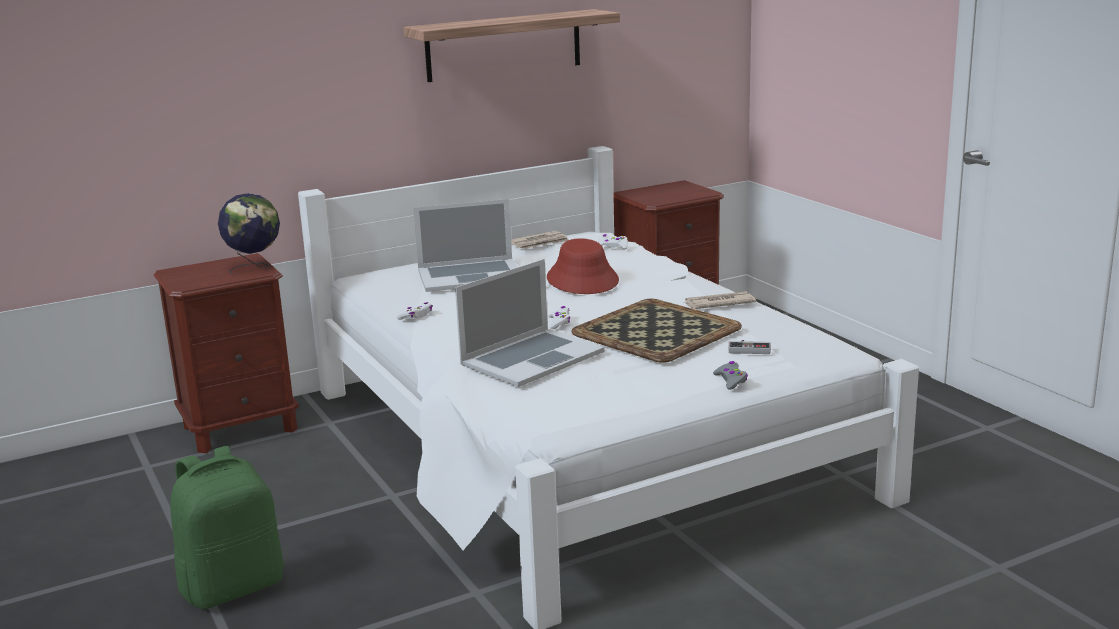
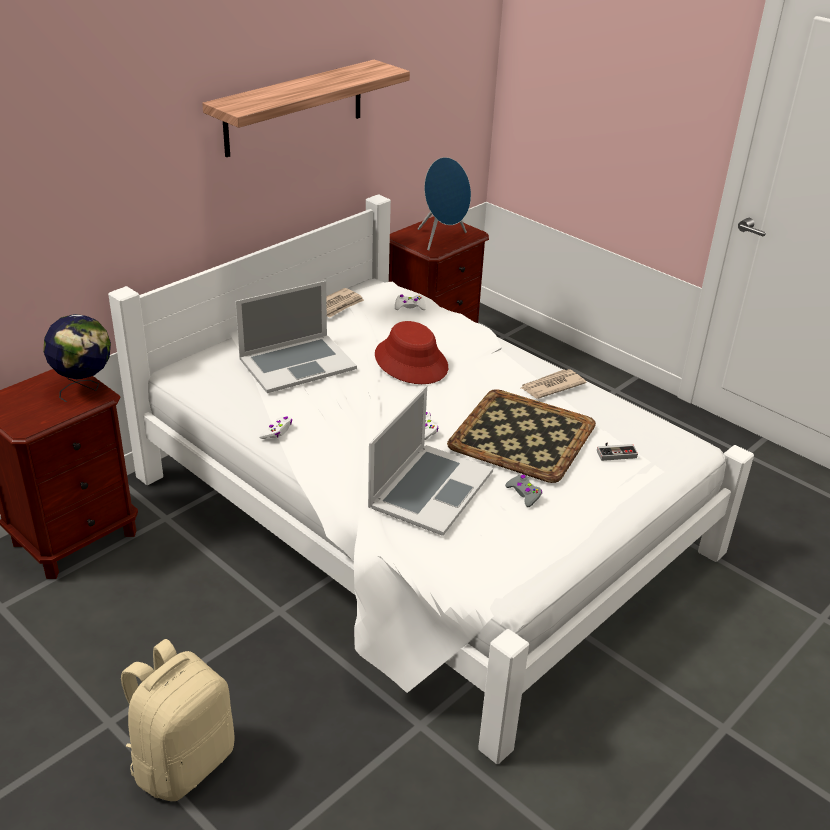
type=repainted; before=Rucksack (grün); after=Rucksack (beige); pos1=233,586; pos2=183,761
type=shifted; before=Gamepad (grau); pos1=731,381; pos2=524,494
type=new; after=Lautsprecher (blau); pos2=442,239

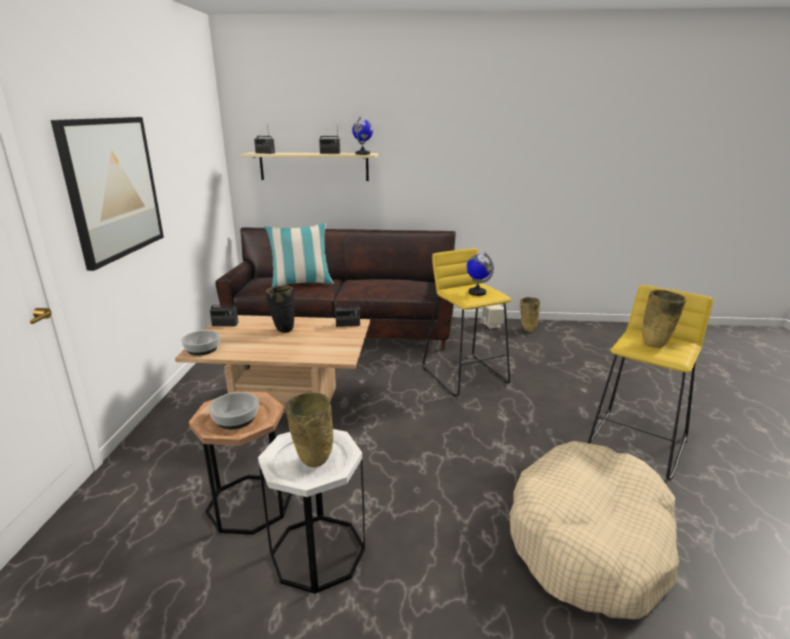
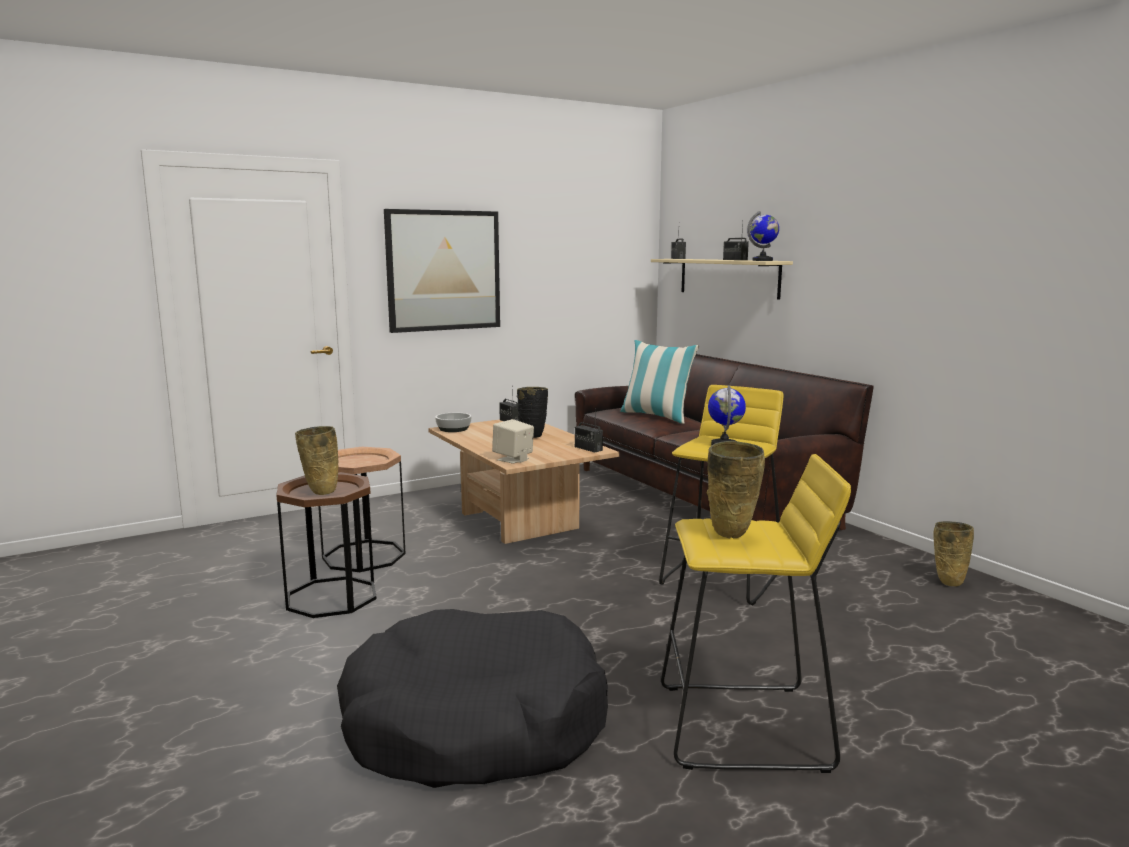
type=gone; before=Schüssel; pos1=236,418
type=repainted; before=Beistelltisch (weiß); after=Beistelltisch (braun); pos1=318,552; pos2=331,597
type=shifted; before=Lautsprecher (beige); pos1=492,325; pos2=513,459
type=repainted; before=Hundebett (beige); after=Hundebett (schwarz); pos1=590,541; pos2=474,723

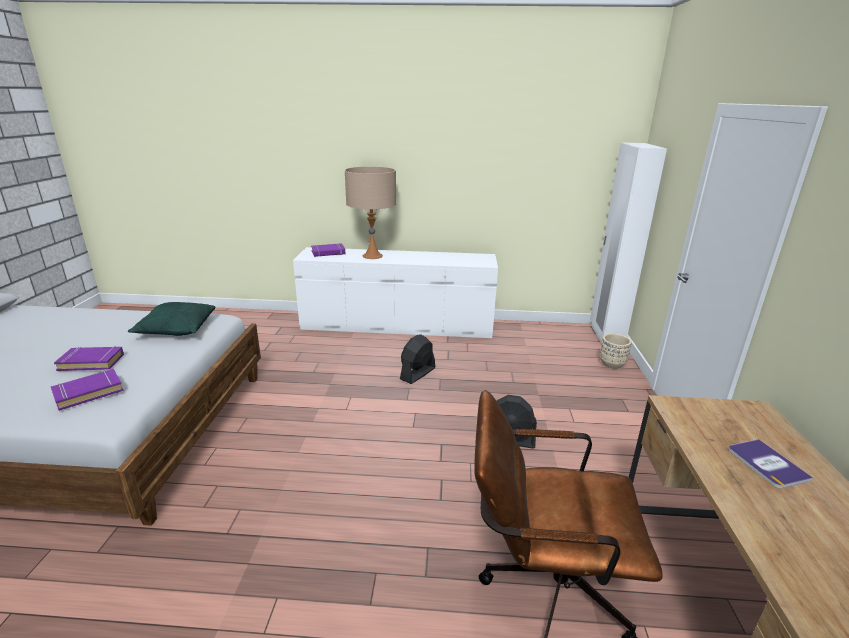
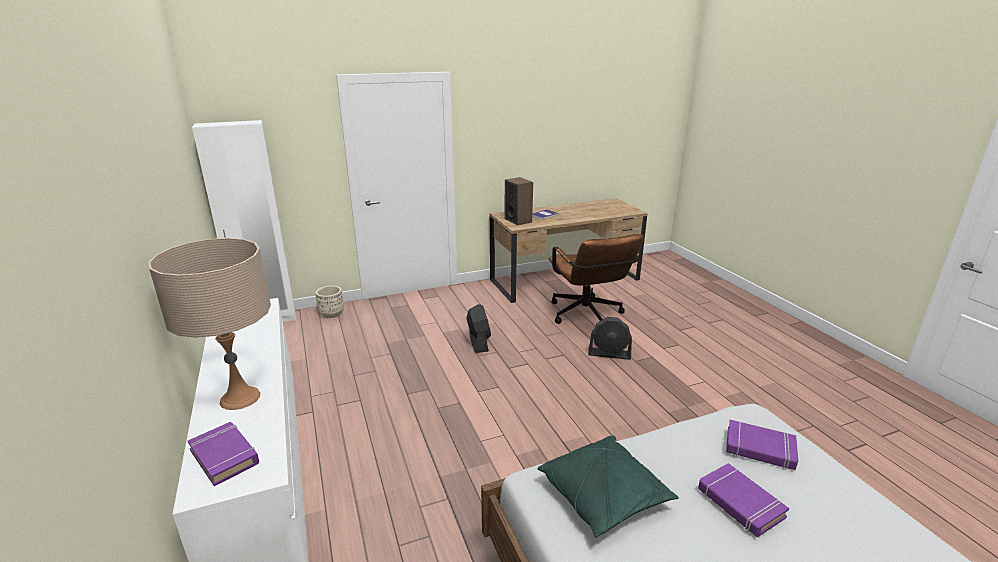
type=shifted; before=Ventilator (schwarz); pos1=417,373; pos2=609,354
type=new; after=Lautsprecher; pos2=518,220

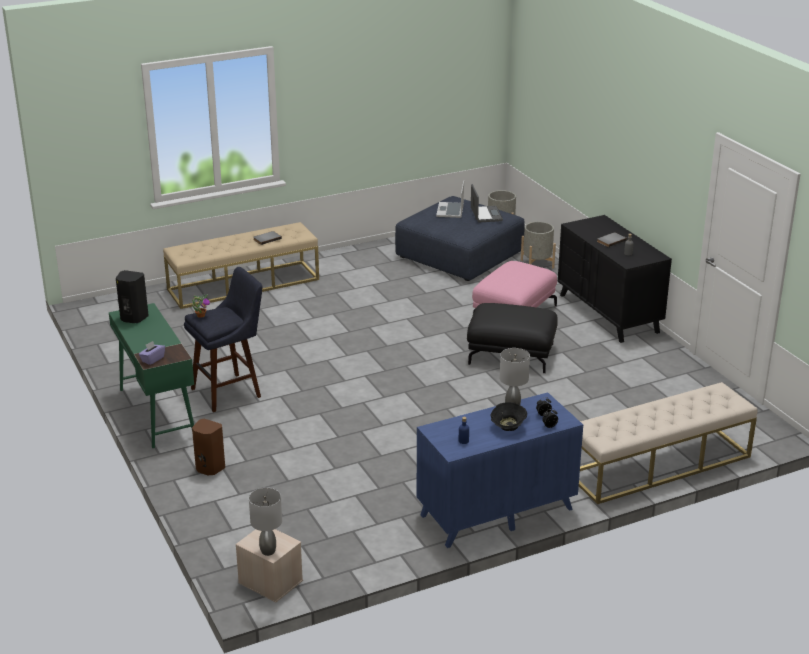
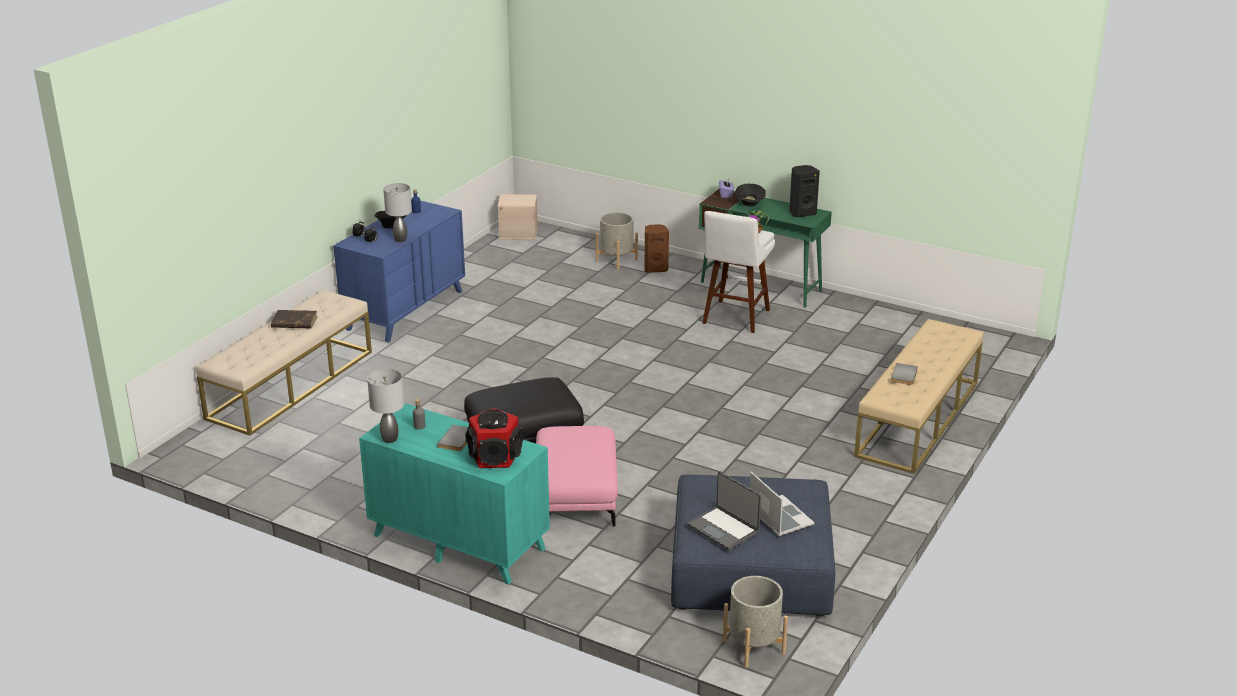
type=repainted; before=Hocker (blau); after=Hocker (weiß); pos1=230,391; pos2=734,318
type=shifted; before=Tischlampe (grau); pos1=268,551; pos2=389,439
type=shifted; before=Pflanzkübel (grau); pos1=537,264; pos2=616,260
type=repainted; before=Kommode (schwarz); after=Kommode (türkis); pos1=609,313; pos2=458,541
type=new; after=Buch (braun); pos2=294,322
type=new; after=Lautsprecher; pos2=495,456
type=new; after=Schüssel (schwarz); pos2=750,204

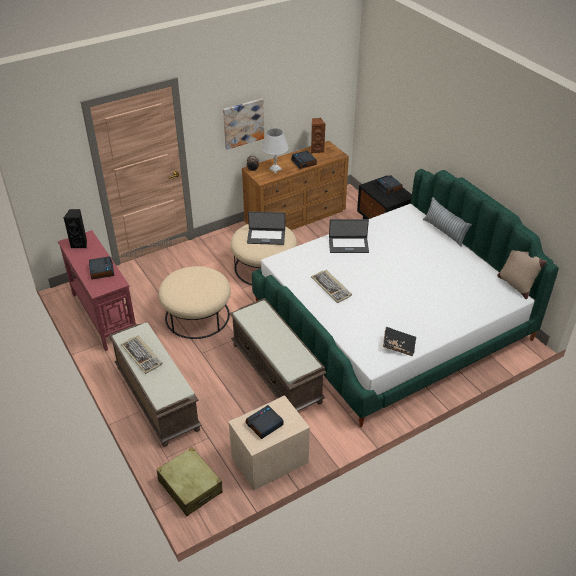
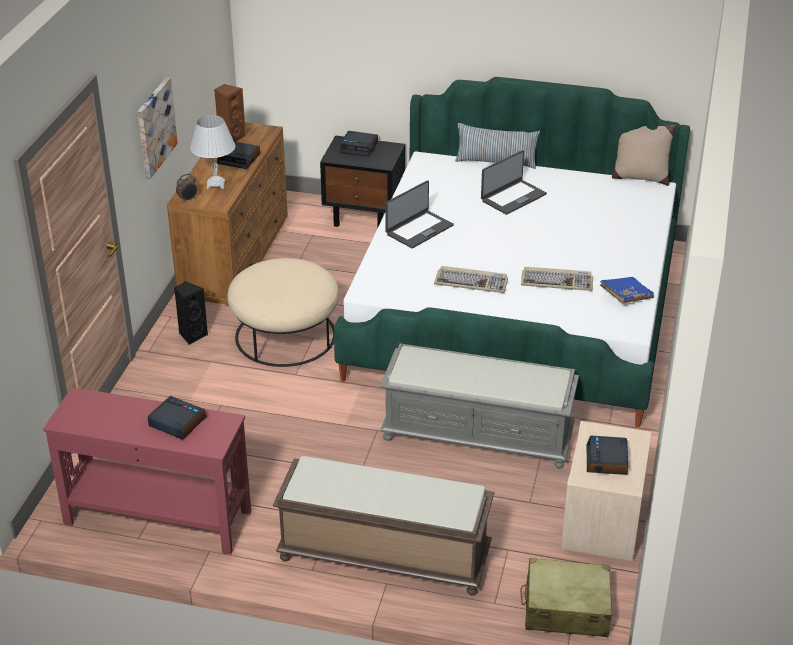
type=shifted; before=Lautsprecher (schwarz); pos1=80,244; pos2=192,335
type=shifted; before=Tastatur; pos1=142,355; pos2=557,281
type=gone; before=Polsterhocker (beige); pos1=197,315
type=repainted; before=Bank (braun); after=Bank (grau); pos1=277,373; pos2=478,435
type=shifted; before=Laptop; pos1=266,237; pos2=513,197
type=repainted; before=Buch (schwarz); after=Buch (blau); pos1=398,345; pos2=626,296

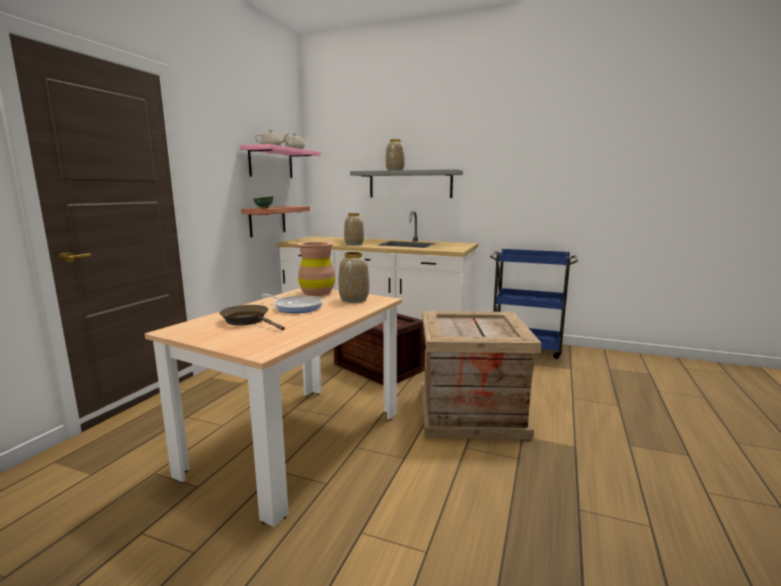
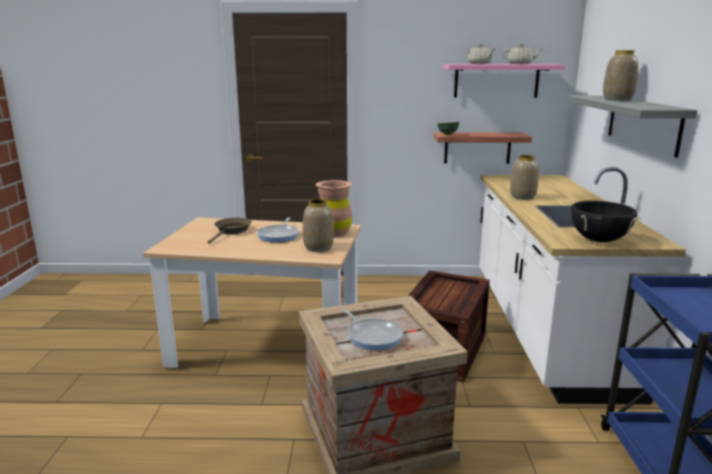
type=new; after=Pfanne; pos2=373,336
type=new; after=Kochtopf (schwarz); pos2=599,240

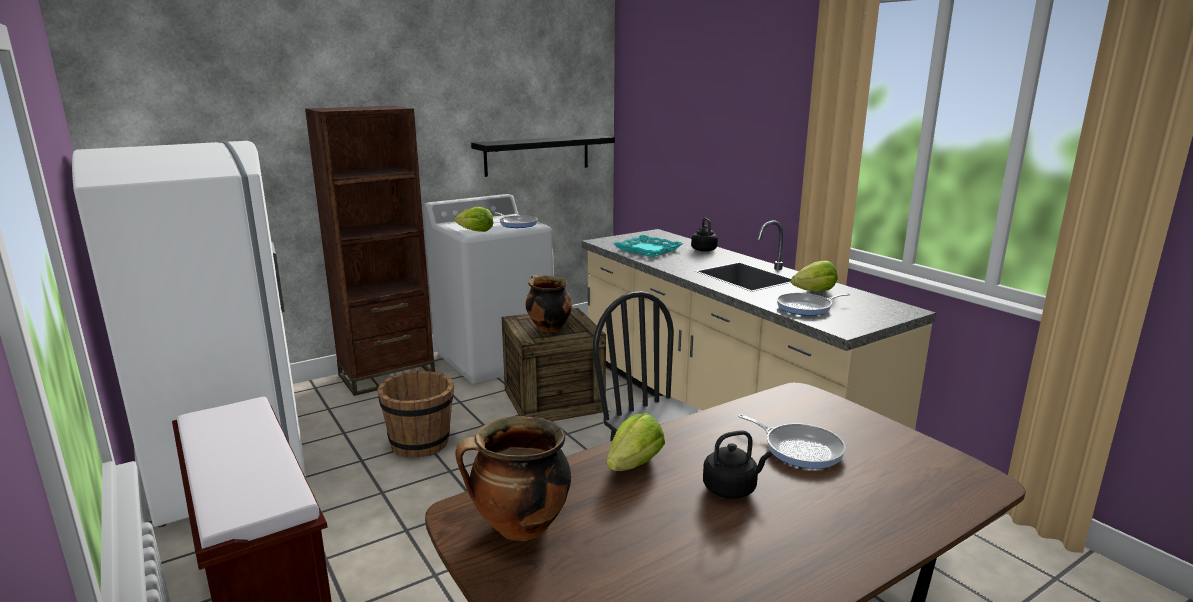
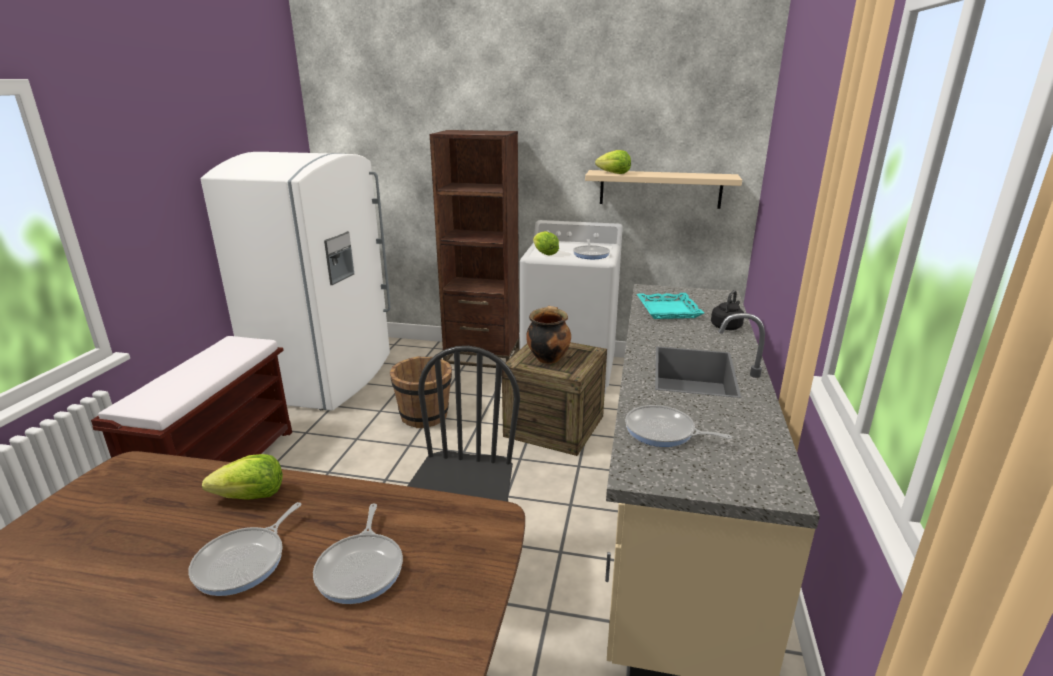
type=gone; before=Kochtopf; pos1=519,528
type=repainted; before=Wandregal (schwarz); after=Wandregal (beige); pos1=537,155; pos2=660,189
type=swapped; before=Wasserkessel (schwarz); after=Pfanne; pos1=732,488; pos2=244,562
type=shifted; before=Salatkopf; pos1=814,291; pos2=614,173

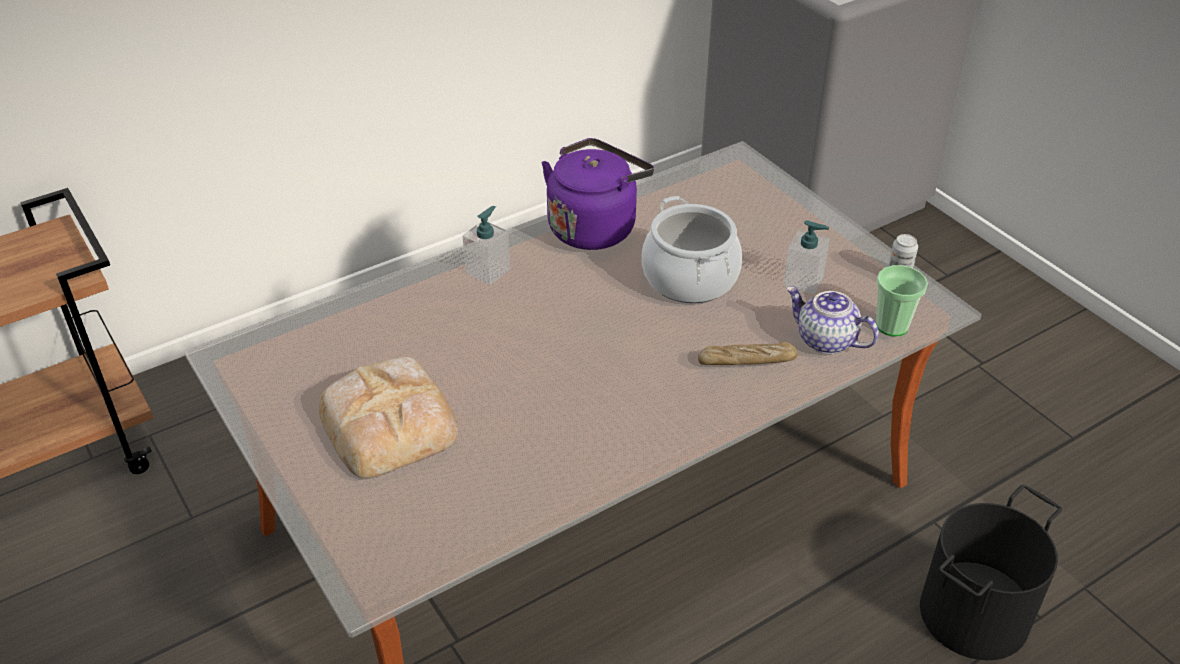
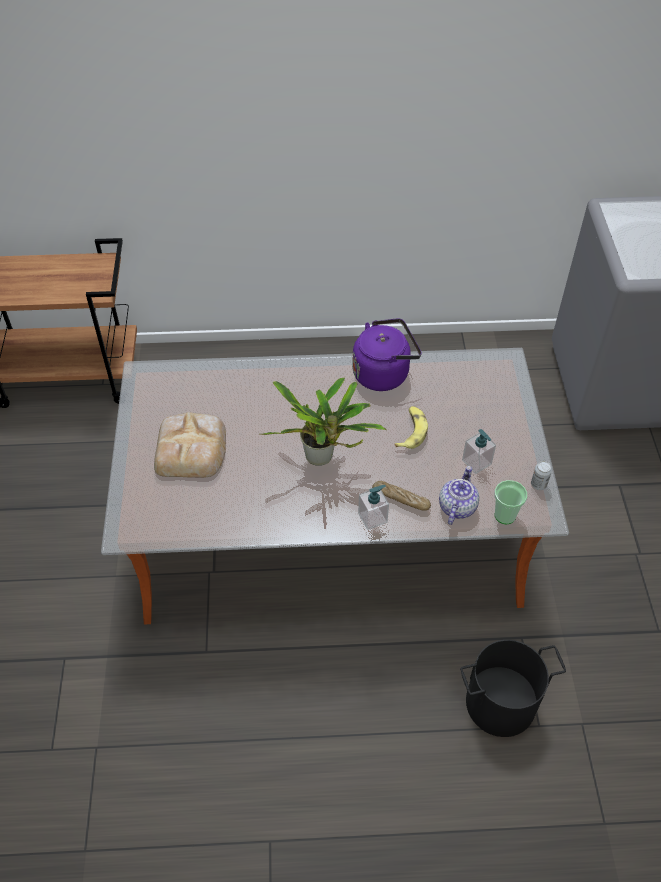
type=shifted; before=Seifenspender; pos1=488,271; pos2=372,517
type=swapped; before=Kochtopf; after=Banane; pos1=689,278; pos2=411,431
type=rotated; before=Teekanne; pos1=825,340; pos2=456,506; turn=45
type=new; after=Topfpflanze; pos2=322,459

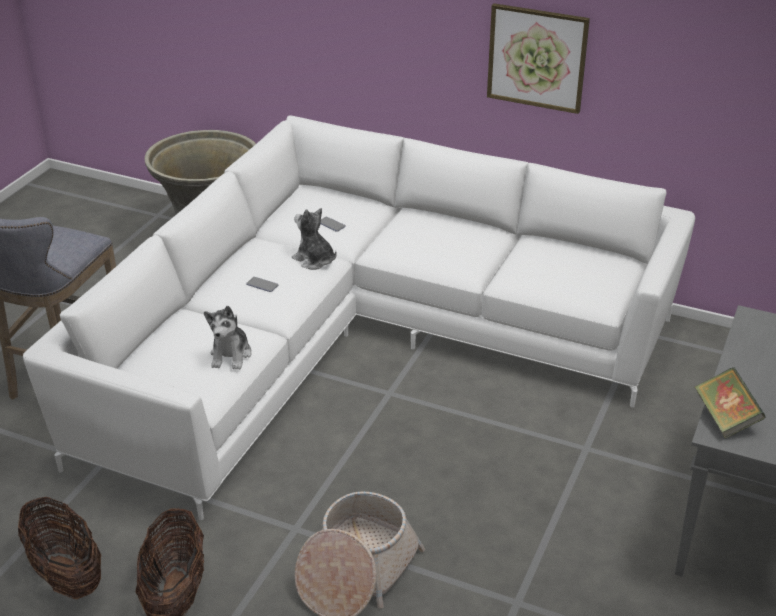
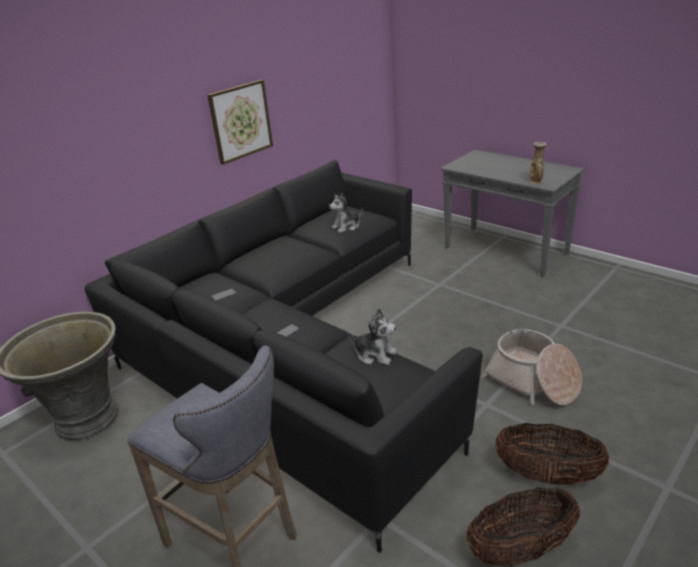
type=repainted; before=Sofa (weiß); after=Sofa (schwarz); pos1=359,342; pos2=292,352
type=shifted; before=Plüschtier; pos1=314,260; pos2=346,227
type=swapped; before=Buch; after=Vase; pos1=725,418; pos2=536,182

